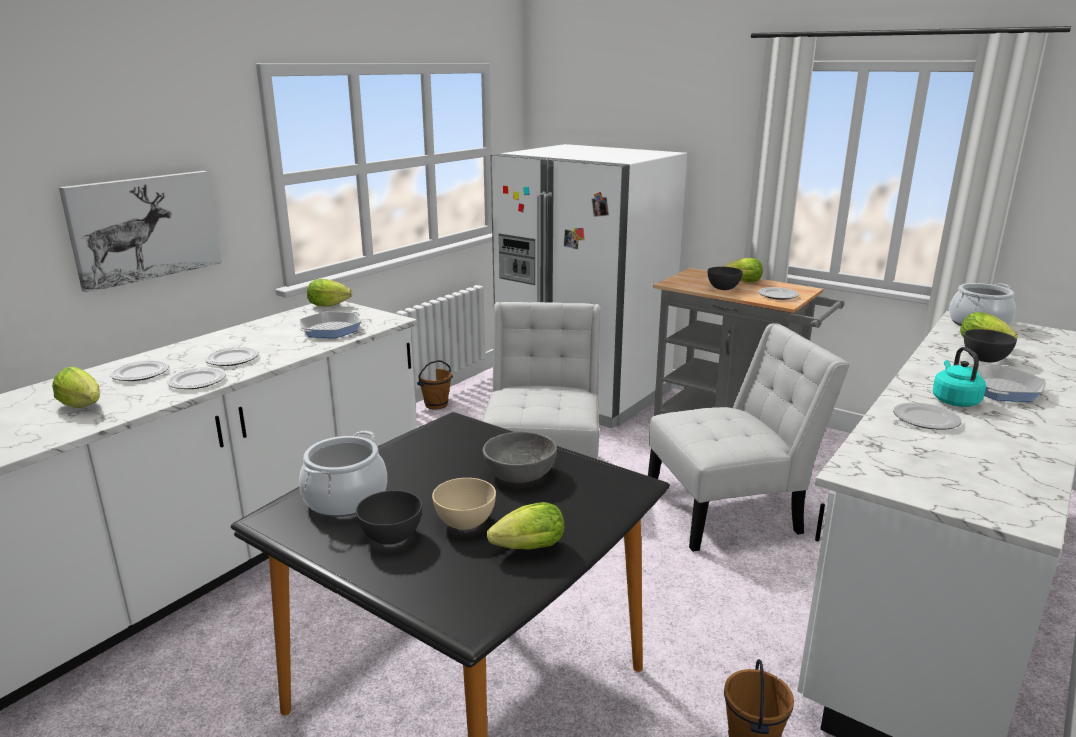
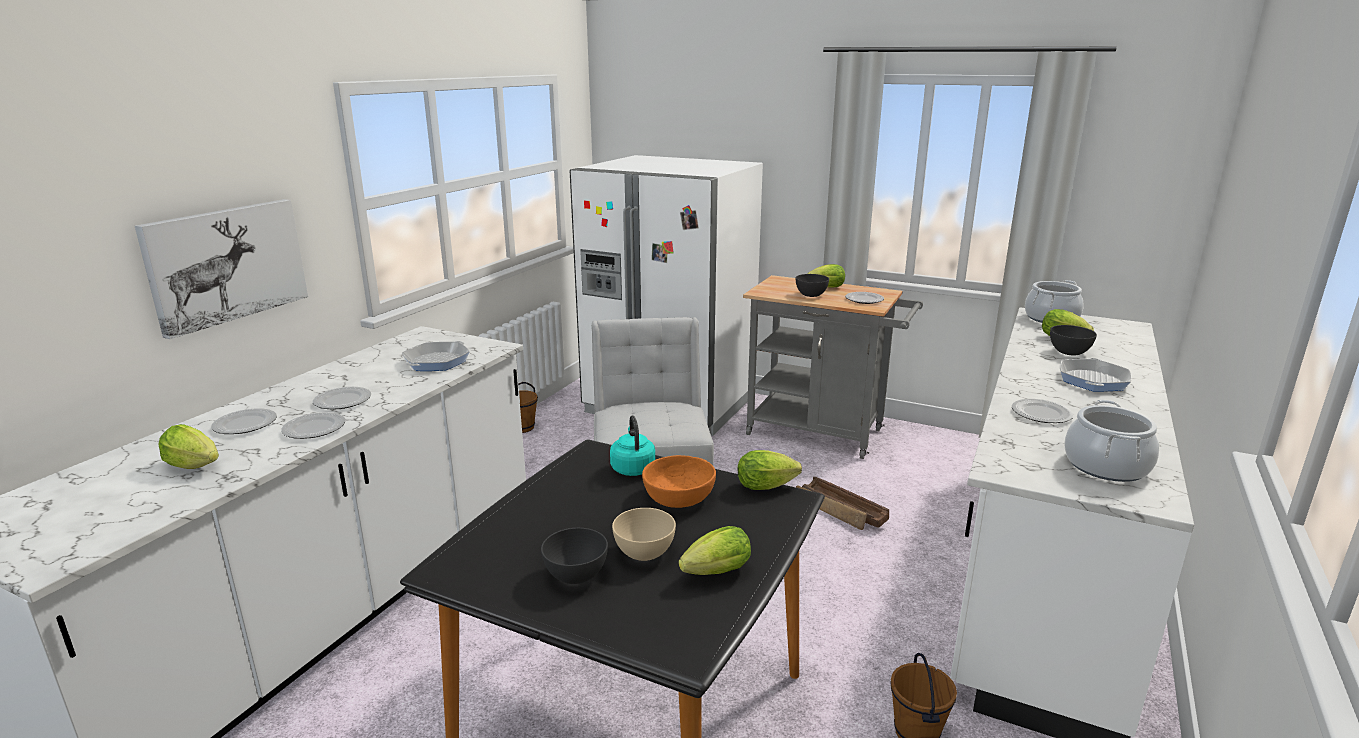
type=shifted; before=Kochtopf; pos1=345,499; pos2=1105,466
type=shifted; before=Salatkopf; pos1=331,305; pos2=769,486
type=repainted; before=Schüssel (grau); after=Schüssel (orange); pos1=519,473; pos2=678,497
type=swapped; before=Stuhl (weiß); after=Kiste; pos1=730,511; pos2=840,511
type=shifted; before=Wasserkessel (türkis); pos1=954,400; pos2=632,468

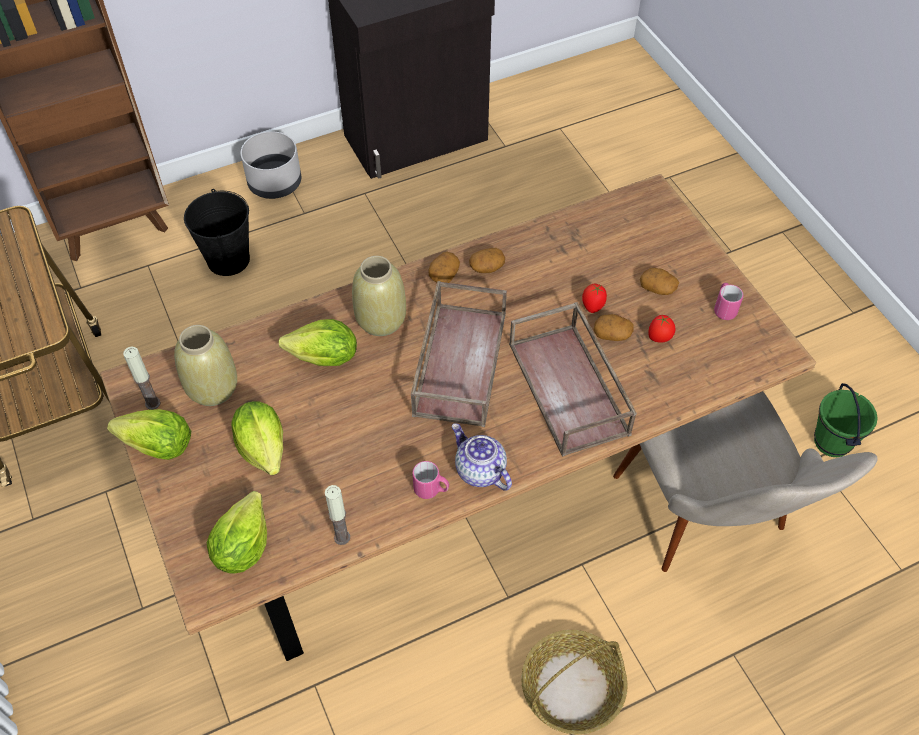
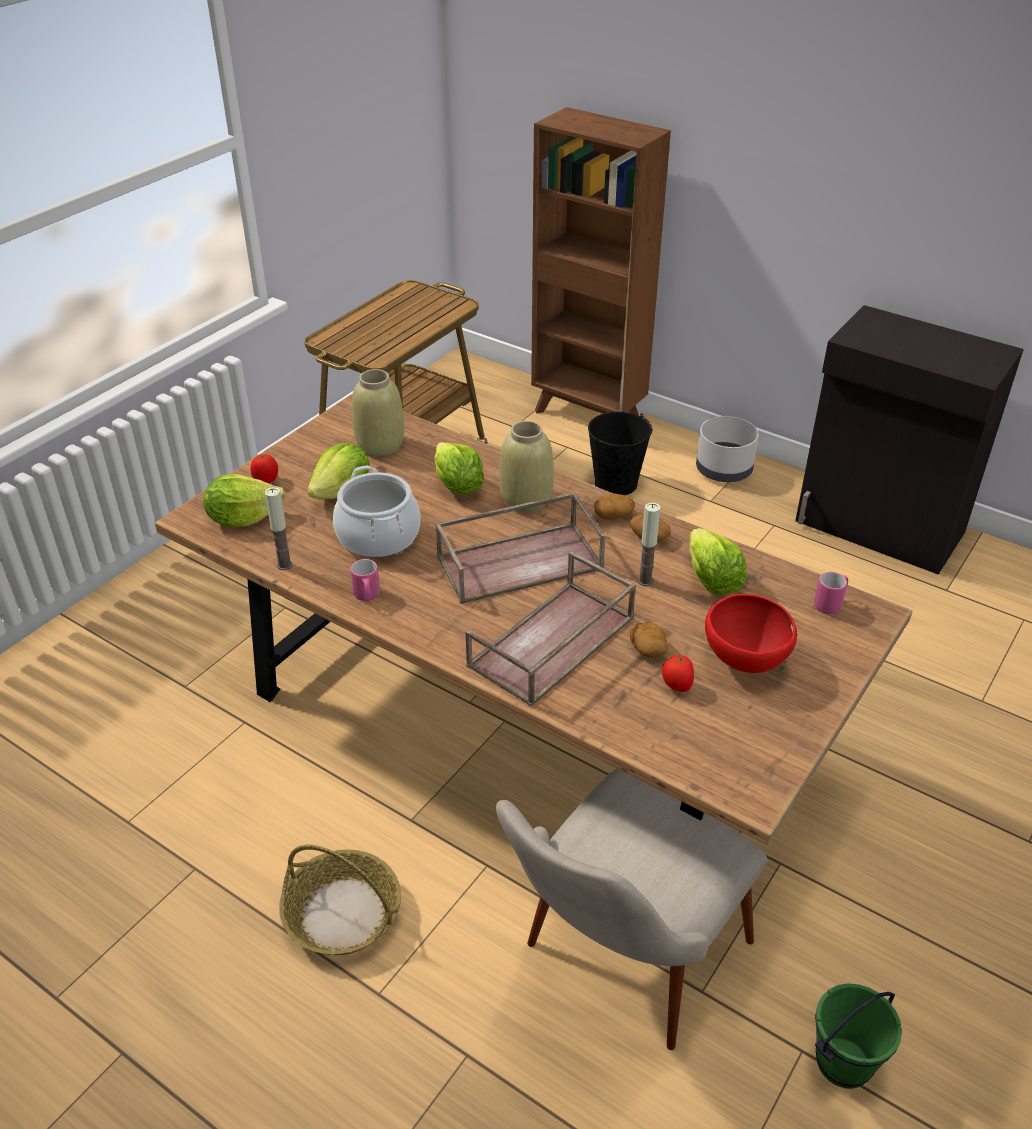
type=shifted; before=Salatkopf; pos1=158,446; pos2=711,579
type=shifted; before=Kerze; pos1=152,403; pos2=645,581
type=gone; before=Teekanne; pos1=479,470
type=shifted; before=Tomate; pos1=592,306; pos2=266,480
type=swapped; before=Kartoffel; after=Schüssel (rot); pos1=658,288; pos2=744,662
type=shifted; before=Henkelbecher (rosa); pos1=724,308; pos2=830,604
type=new; after=Kochtopf; pos2=379,536

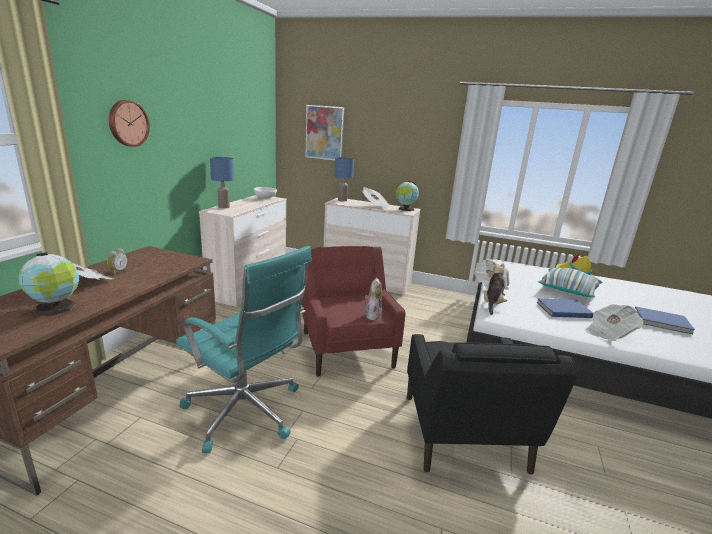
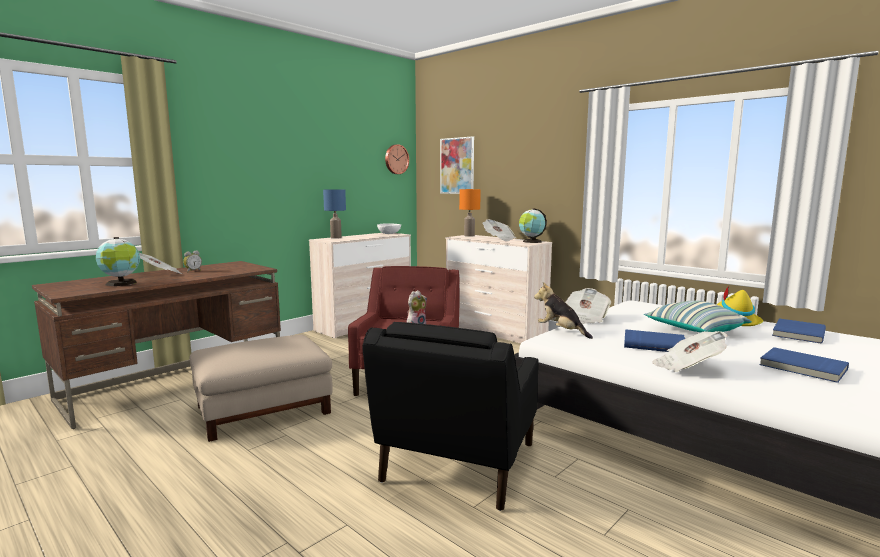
type=shifted; before=Wanduhr; pos1=127,123; pos2=396,159
type=swapped; before=Bürostuhl (türkis); after=Polsterhocker (beige); pos1=246,412; pos2=263,410
type=repainted; before=Tischlampe (blau); after=Tischlampe (orange); pos1=342,200; pos2=469,236
type=rotated; before=Plüschtier; pos1=492,303; pos2=561,332; turn=-90
type=new; after=Buch (blau); pos2=797,333

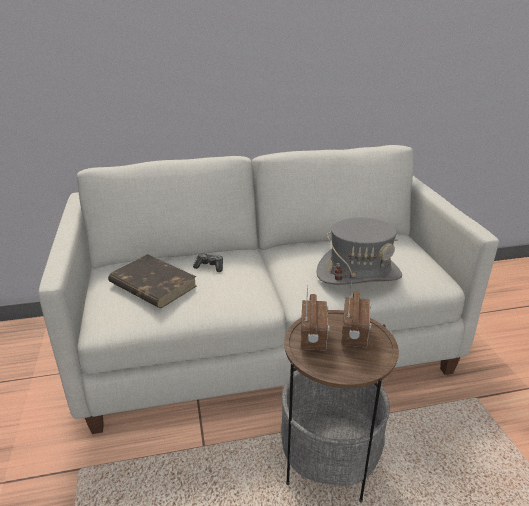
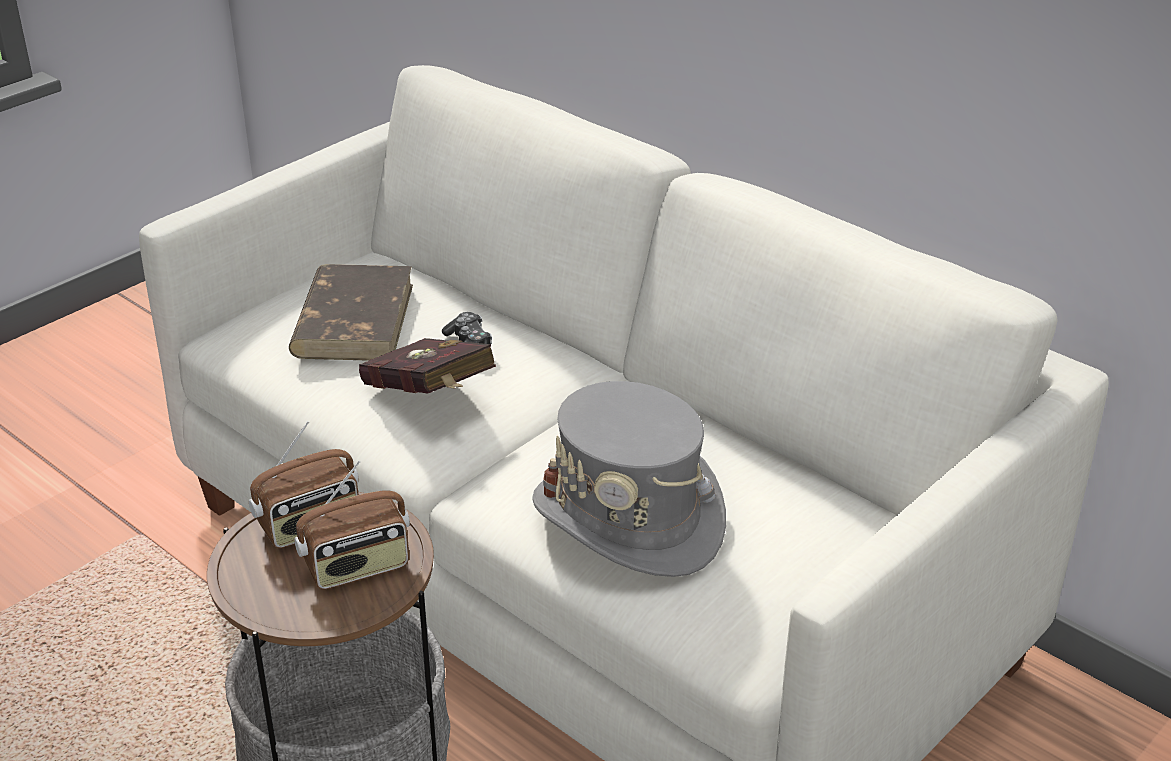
type=new; after=Buch (rot); pos2=430,397

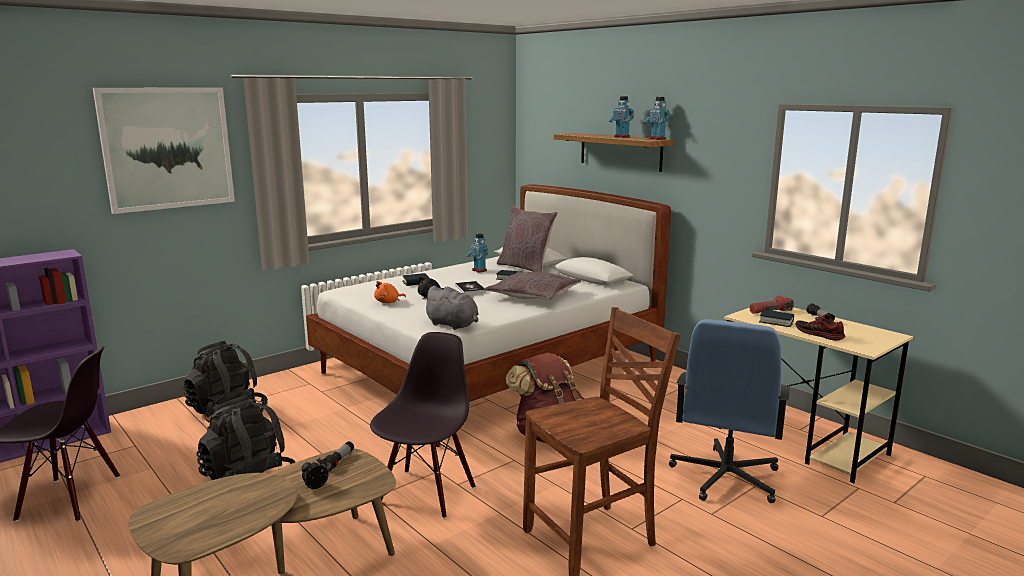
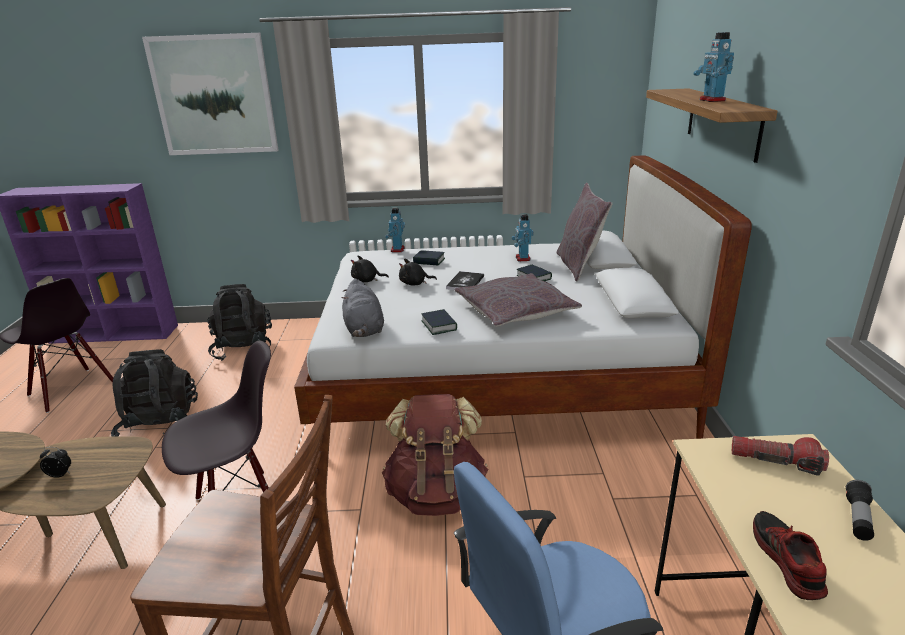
type=gone; before=Taschenlampe; pos1=338,461
type=repainted; before=Plüschtier (orange); after=Plüschtier (schwarz); pos1=388,302; pos2=367,280
type=shifted; before=Spielzeugroboter; pos1=657,139; pos2=397,249
type=shifted; before=Buch; pos1=776,322; pos2=439,325

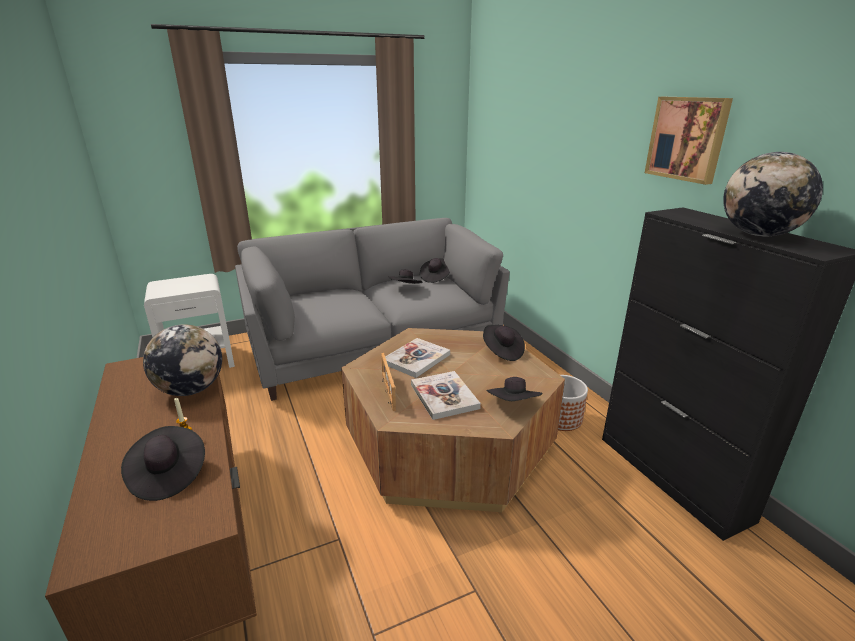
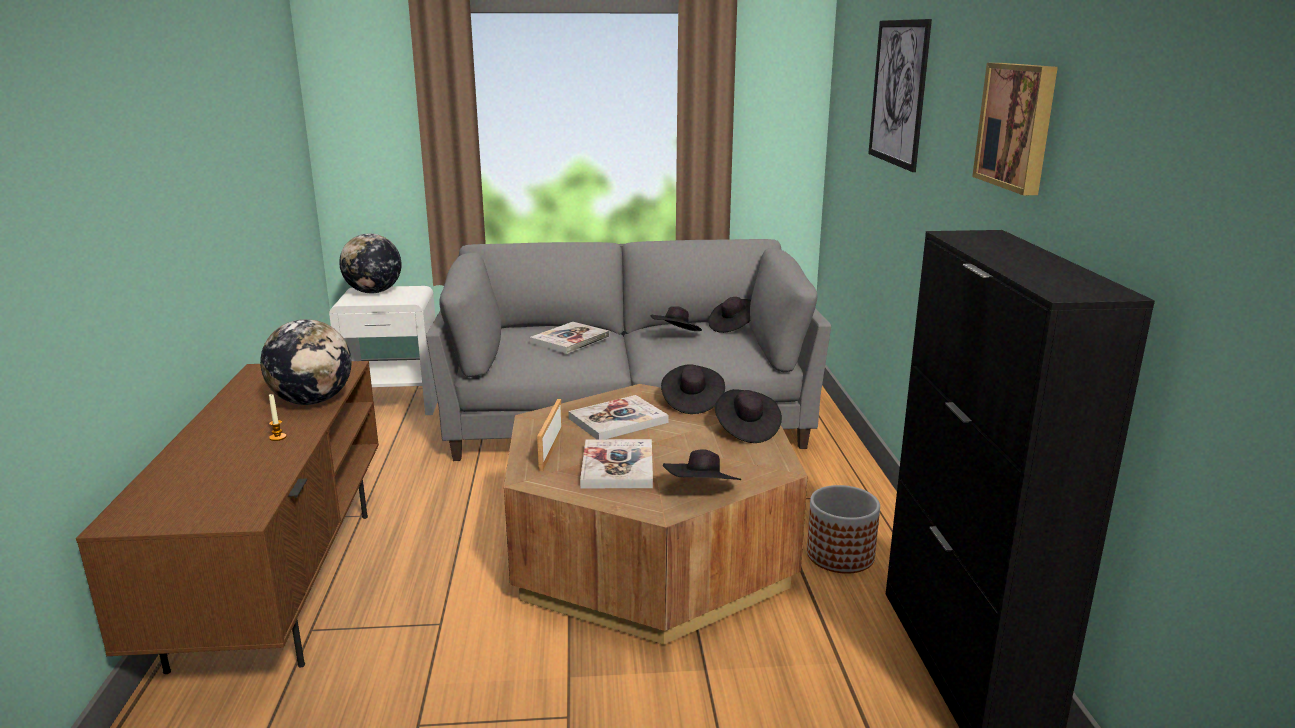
type=shifted; before=Hut (schwarz); pos1=168,475; pos2=691,402
type=shifted; before=Globus; pos1=759,235; pos2=373,292
type=new; after=Buch; pos2=570,340
type=new; after=Bild; pos2=898,93

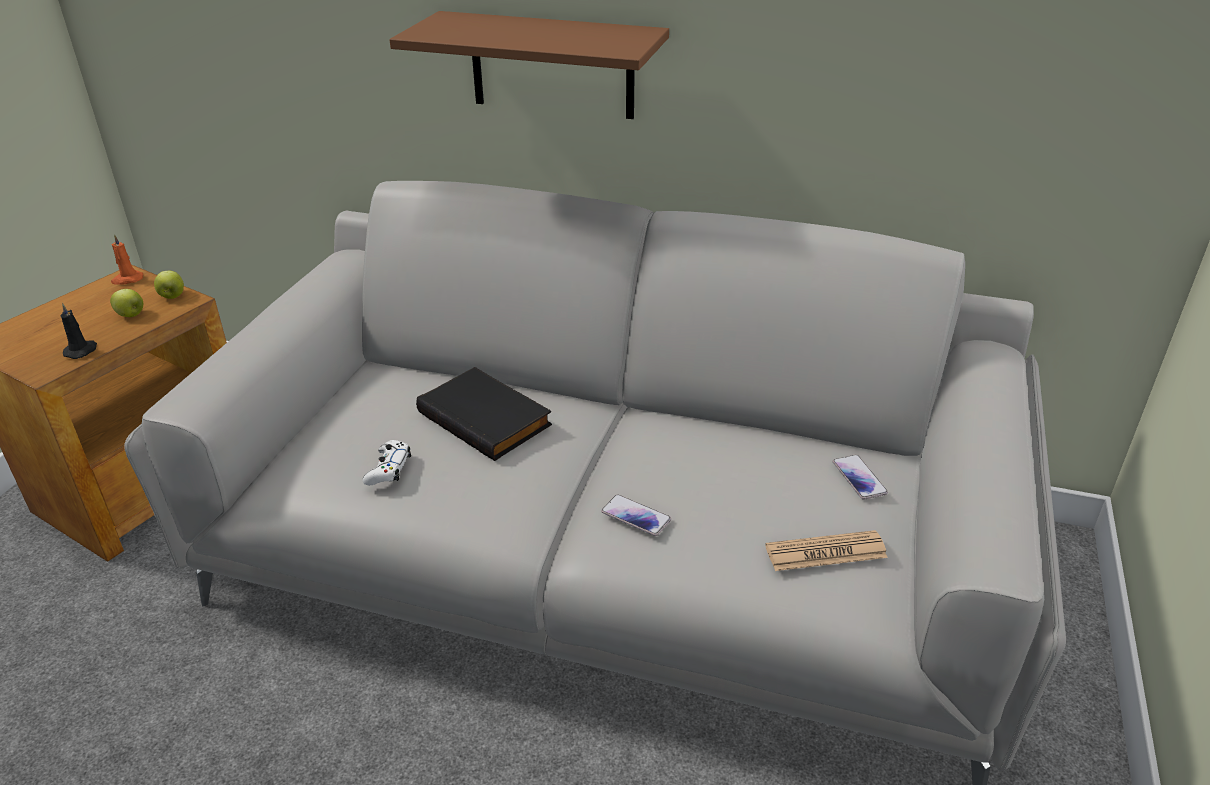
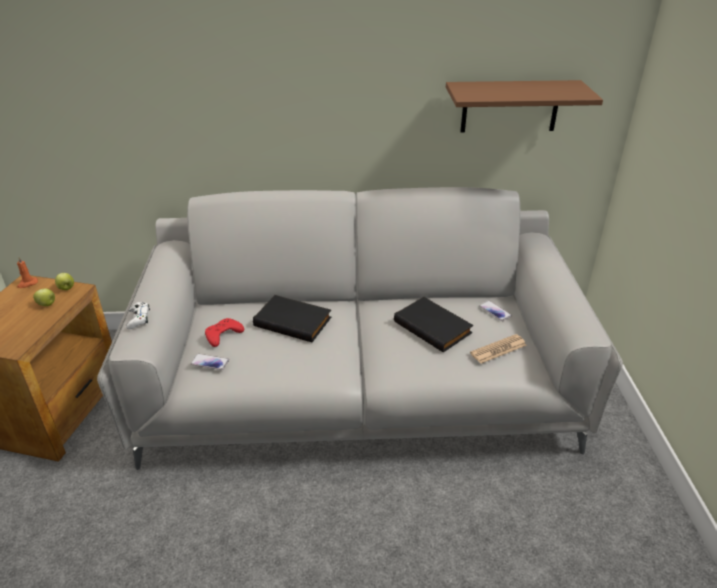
type=gone; before=Kerze (schwarz); pos1=82,351
type=shifted; before=Gamepad (weiß); pos1=388,469; pos2=139,319
type=shifted; before=Wandregal (braun); pos1=552,65; pos2=510,106
type=shifted; before=Handy; pos1=636,516; pos2=210,362
type=new; after=Gamepad (rot); pos2=223,334
type=new; after=Buch (schwarz); pos2=434,327

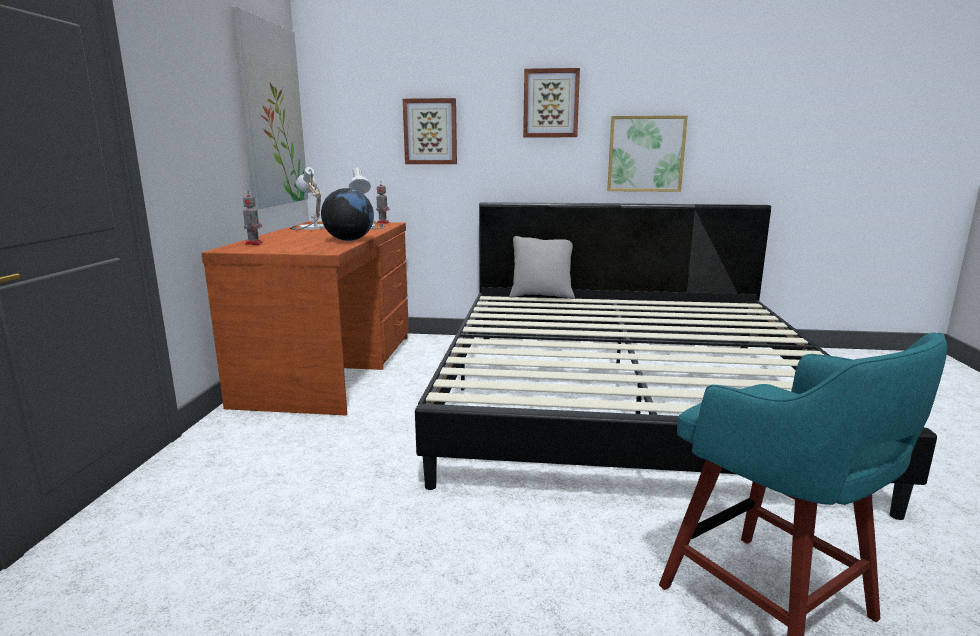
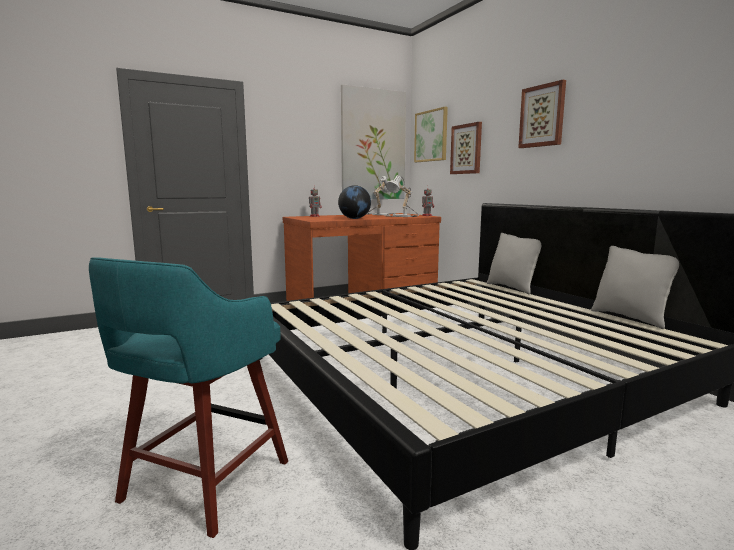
type=shifted; before=Bild; pos1=646,154; pos2=431,136
type=new; after=Kissen (grau); pos2=631,318

